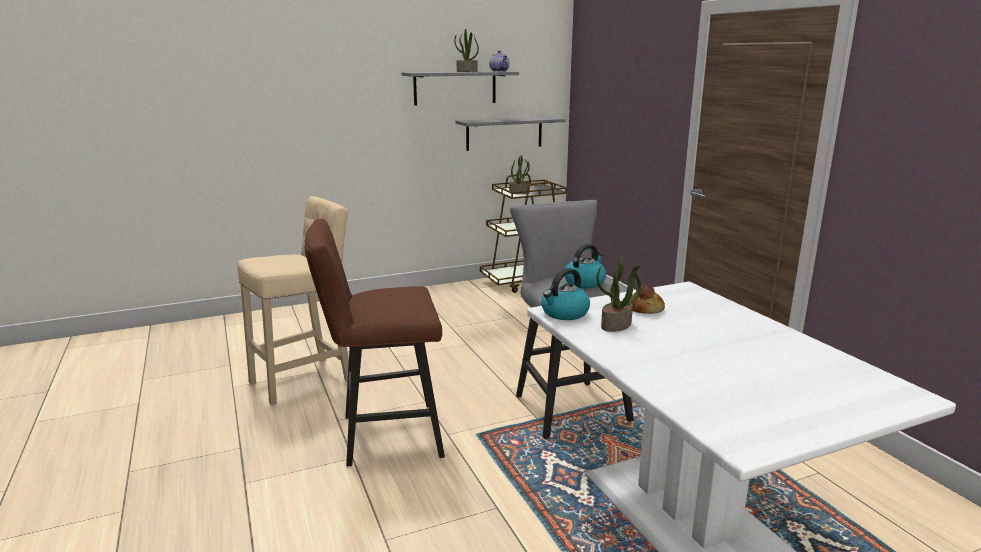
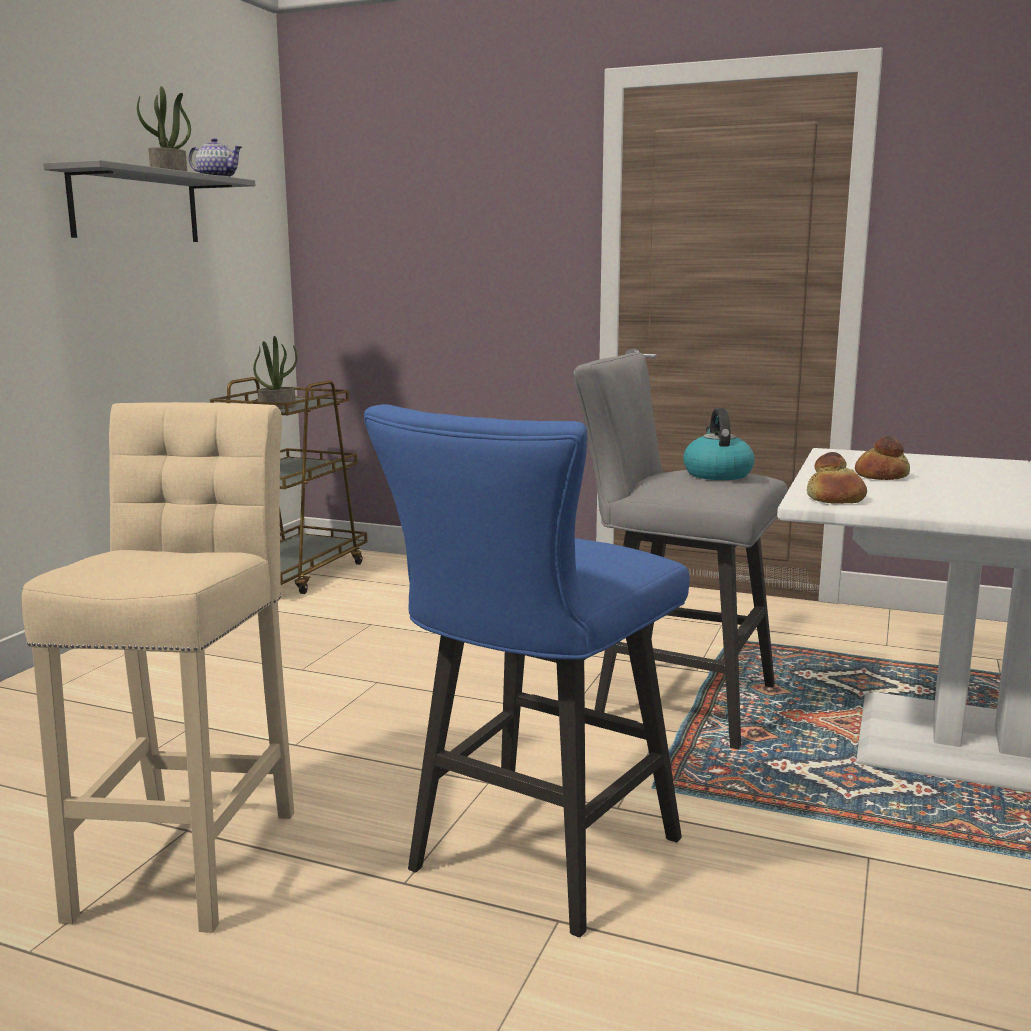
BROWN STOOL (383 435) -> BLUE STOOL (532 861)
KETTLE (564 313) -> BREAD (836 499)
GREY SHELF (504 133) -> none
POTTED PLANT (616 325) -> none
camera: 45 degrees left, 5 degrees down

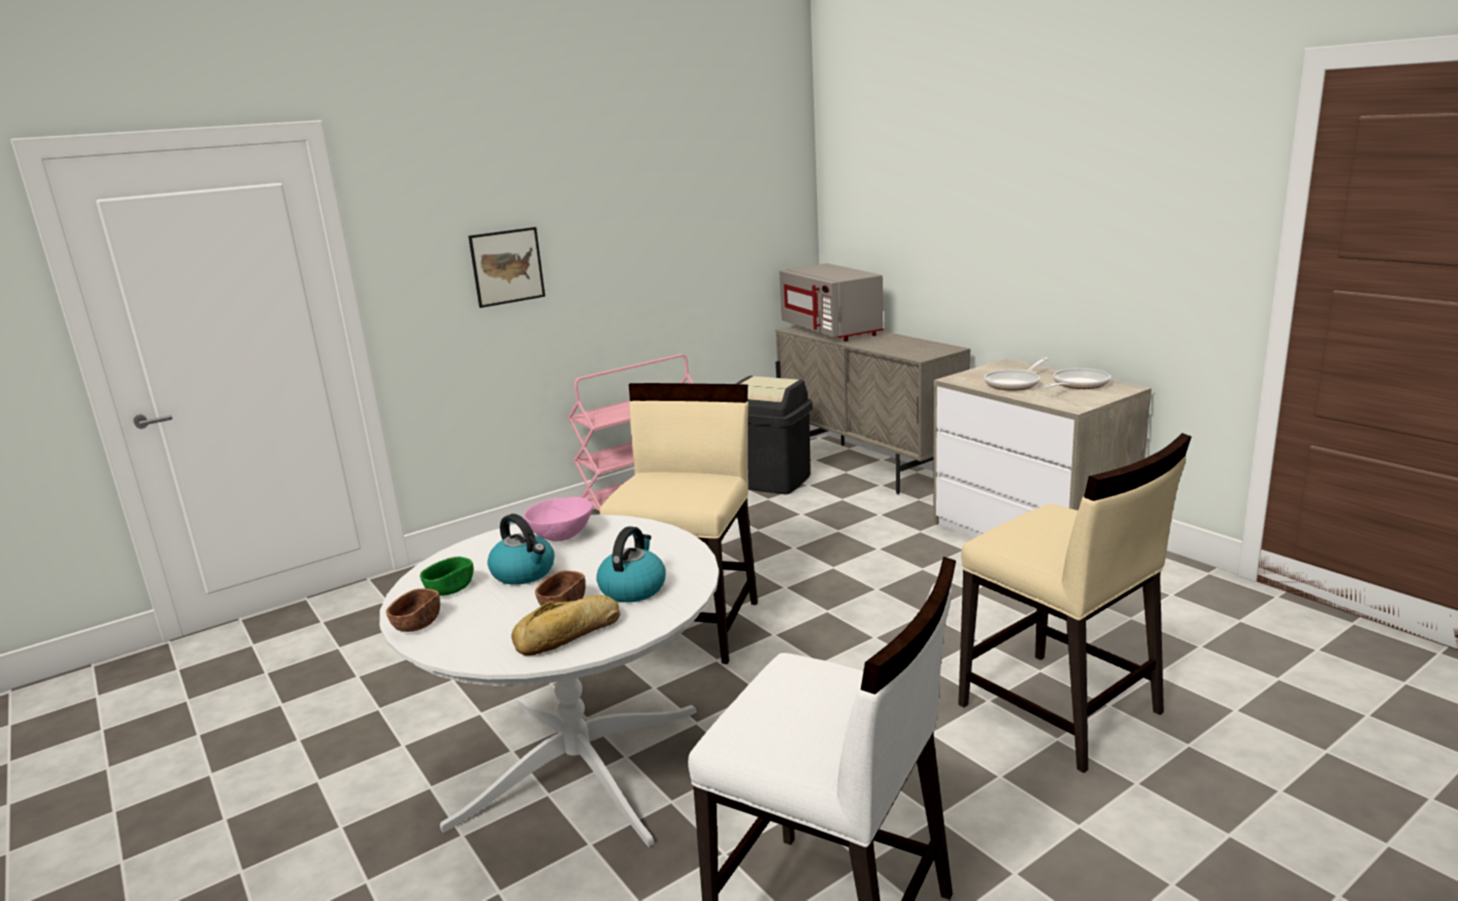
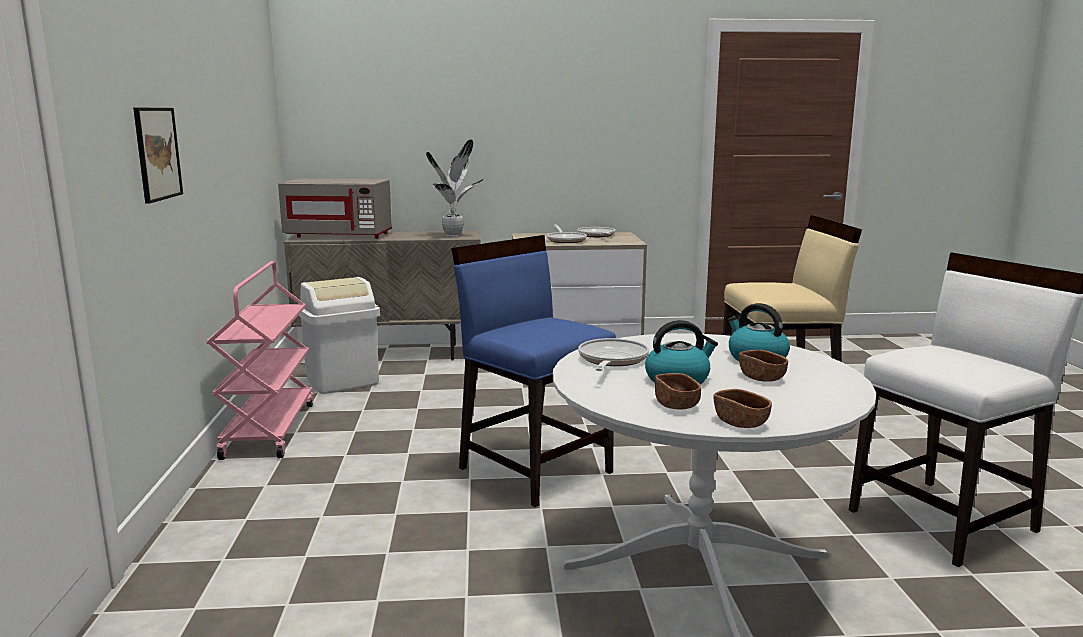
BLACK TRASH CAN (773 481) -> WHITE TRASH CAN (342 381)
none -> POTTED PLANT (454 235)
BEIGE CHAIR (691 626) -> BLUE CHAIR (535 469)
PINK BOWL (561 535) -> FRYING PAN (611 360)
GREEN BOWL (450 589) -> BROWN BOWL (676 404)
BREAD (570 634) -> none
camera: 60 degrees left, 5 degrees down

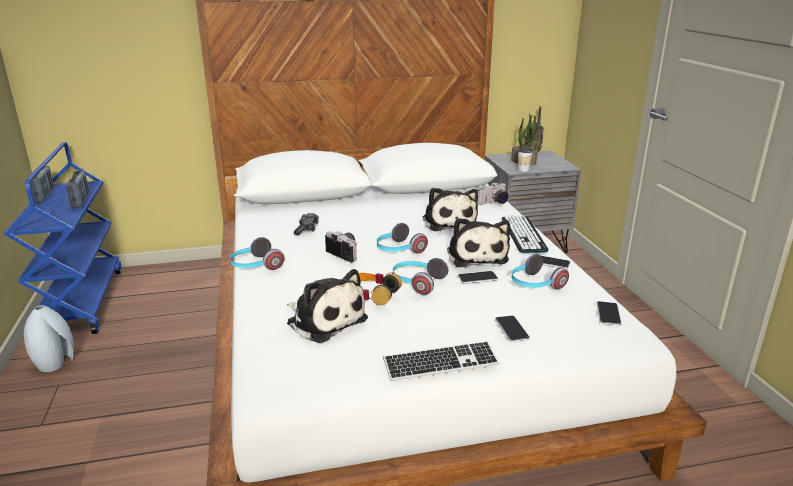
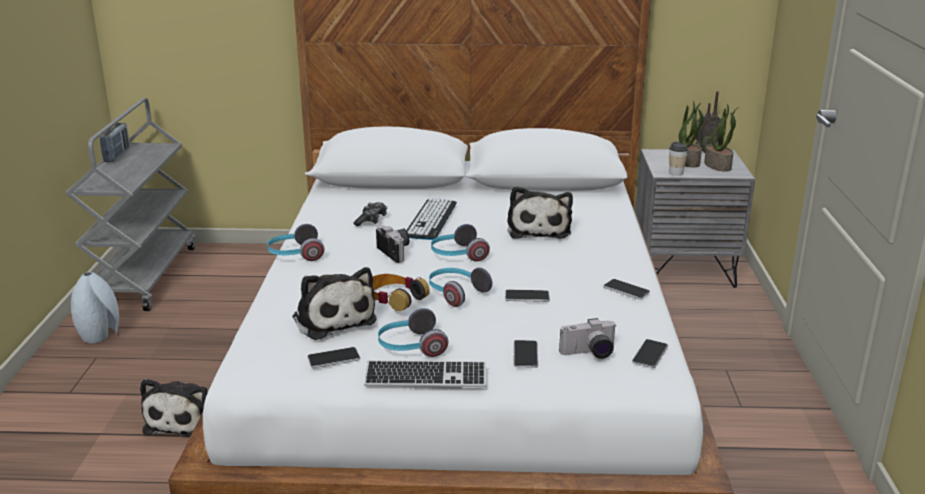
BLUE CART (81 302) -> GREY CART (144 276)
PLUSH TOY (476 255) -> PLUSH TOY (183 419), relocated
none -> PHONE (333 359)
HEADPHONES (534 285) -> HEADPHONES (410 347), relocated
KEYBOARD (523 234) -> KEYBOARD (431 220), relocated
PHOTO CAMERA (493 203) -> PHOTO CAMERA (589 354), relocated
none -> POTTED PLANT (718 166)
RADIO (80 201) -> none
camera: 15 degrees right, 0 degrees up

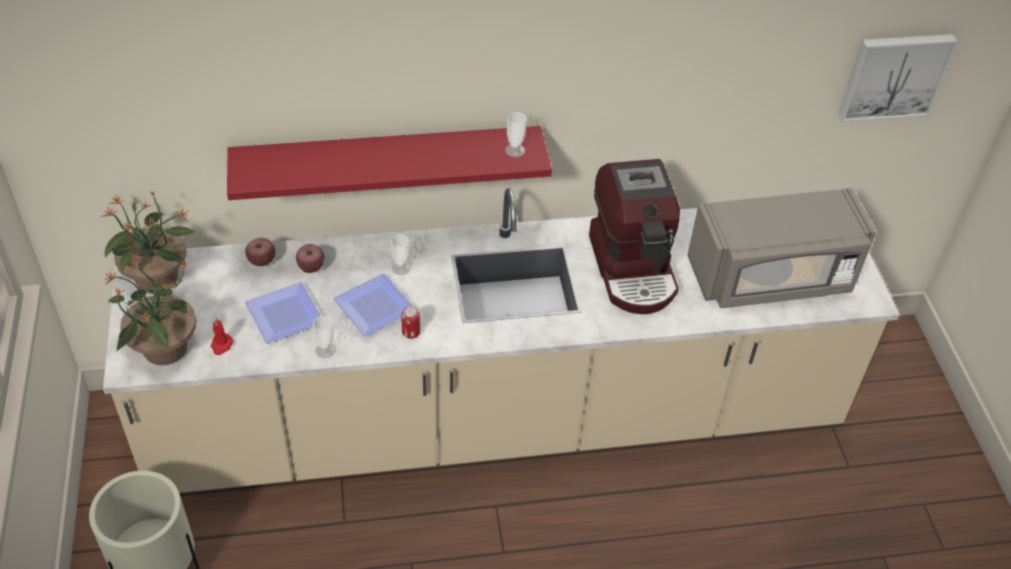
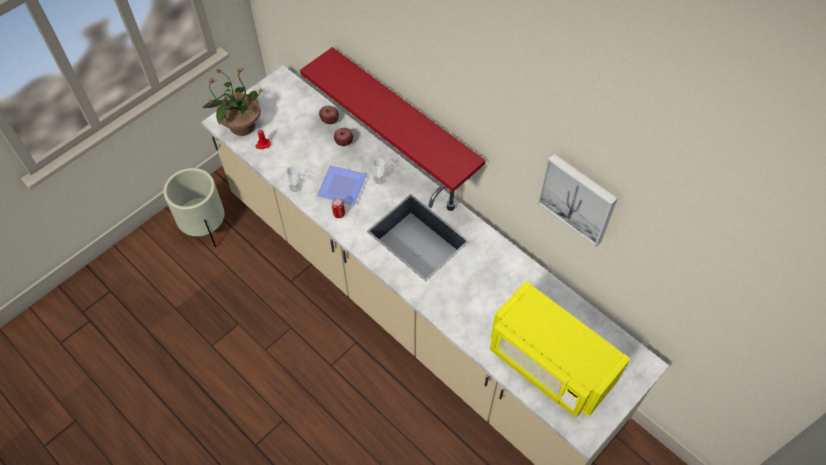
GREY MICROWAVE (772 277) -> YELLOW MICROWAVE (549 364)
PICTURE (894 75) -> PICTURE (578 198), relocated
POTTED PLANT (158 279) -> none
PLATE (283 317) -> none
CUP (515 150) -> none
COFFEE MACHINE (634 268) -> none
camera: 55 degrees right, 10 degrees up

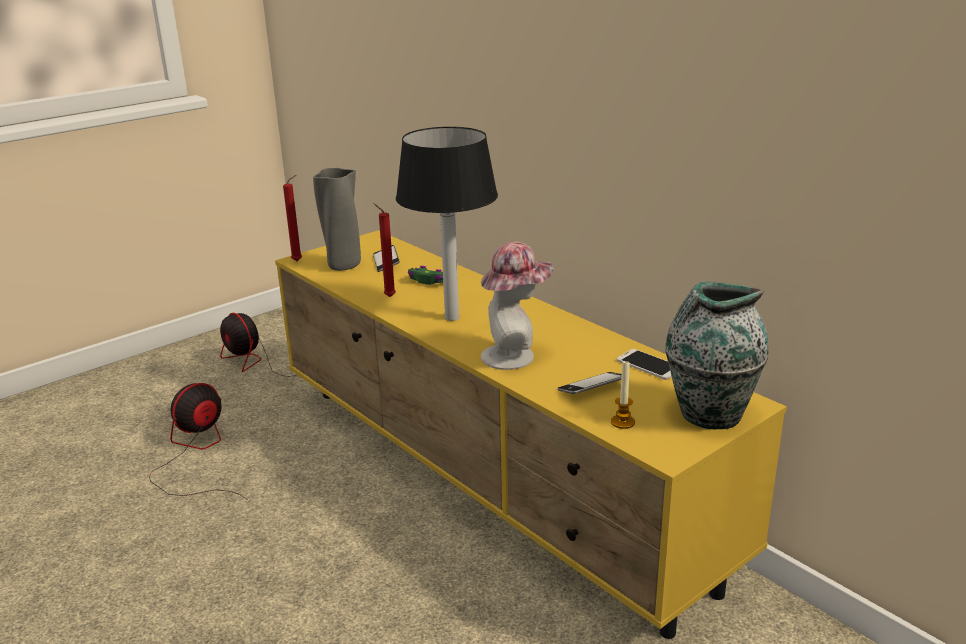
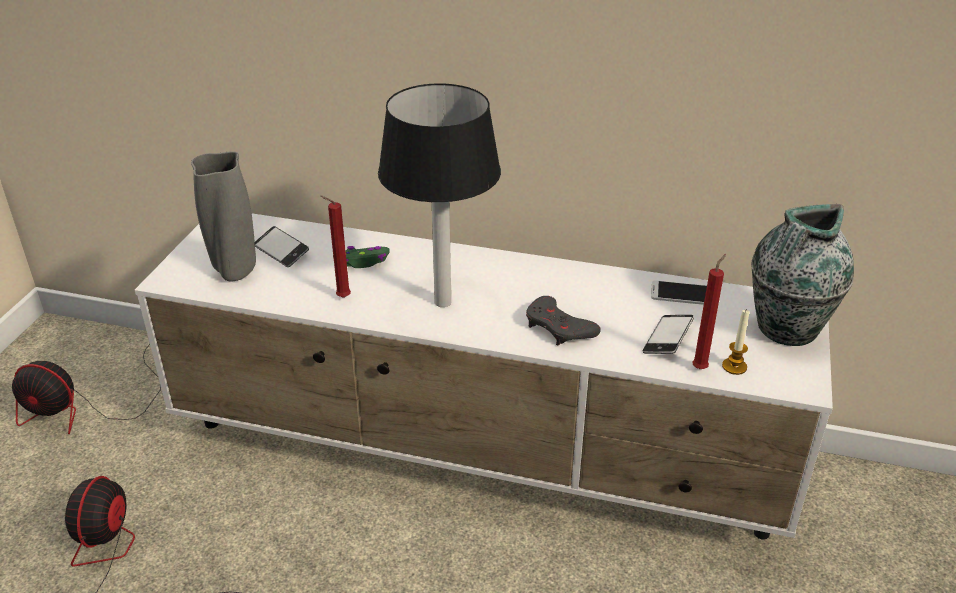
YELLOW TV STAND (489 480) -> WHITE TV STAND (481 453)
HAT (515 355) -> GREY GAME CONTROLLER (559 327)
RED CANDLE (298 261) -> RED CANDLE (701 367), relocated
camera: 35 degrees left, 10 degrees up

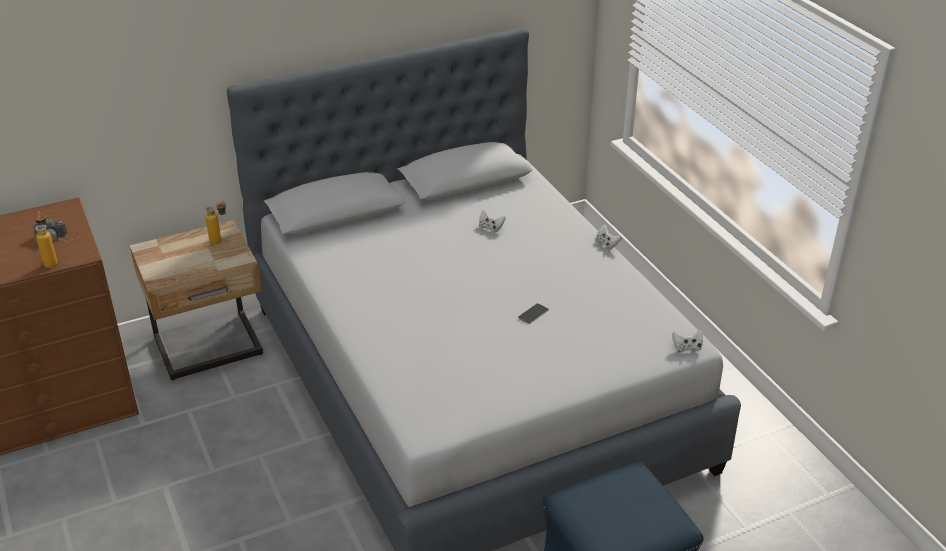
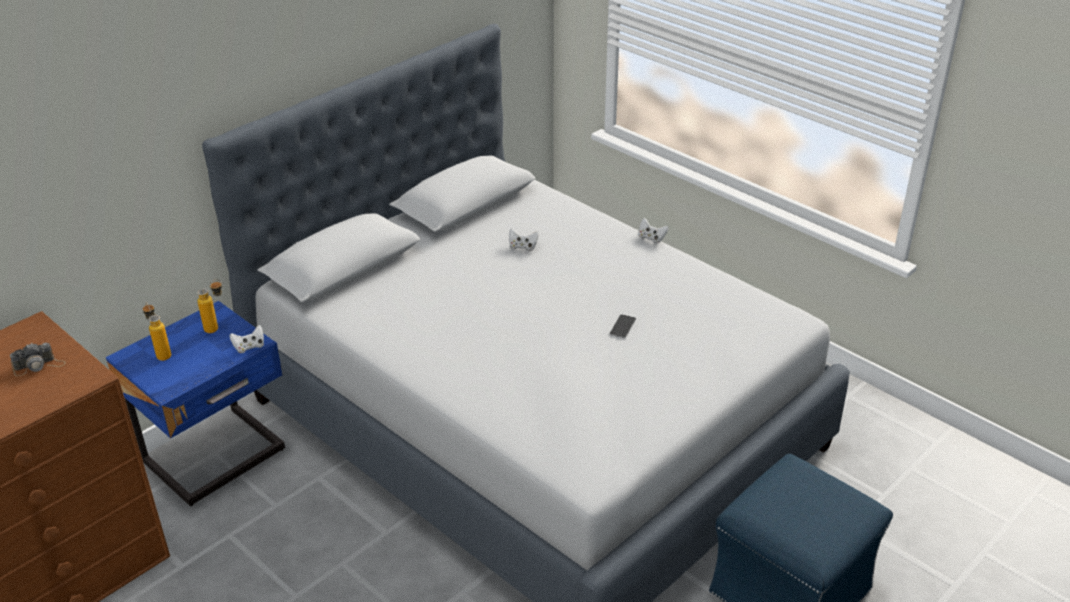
BEIGE NIGHTSTAND (210 348) -> BLUE NIGHTSTAND (217 458)
BOTTLE (50 261) -> BOTTLE (161 353), relocated
WHITE GAME CONTROLLER (687 348) -> WHITE GAME CONTROLLER (249 347), relocated
camera: 20 degrees left, 0 degrees up

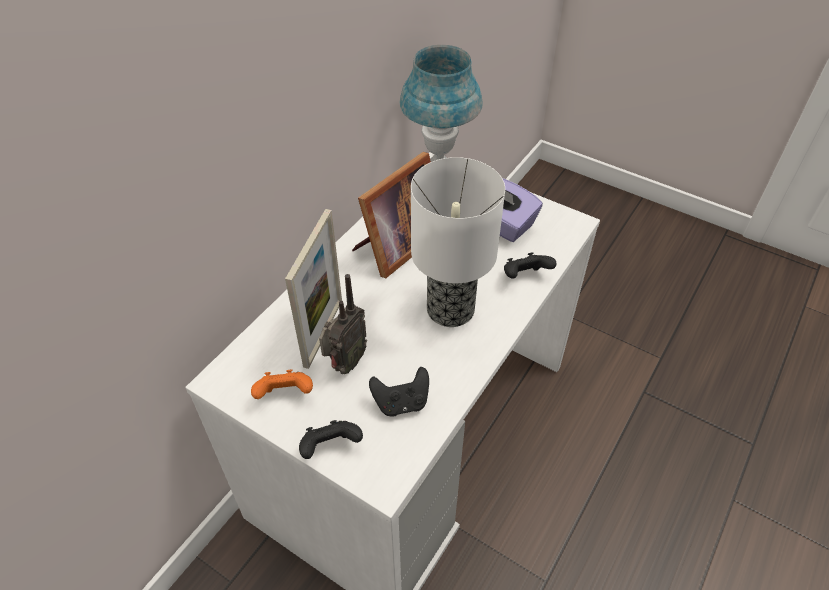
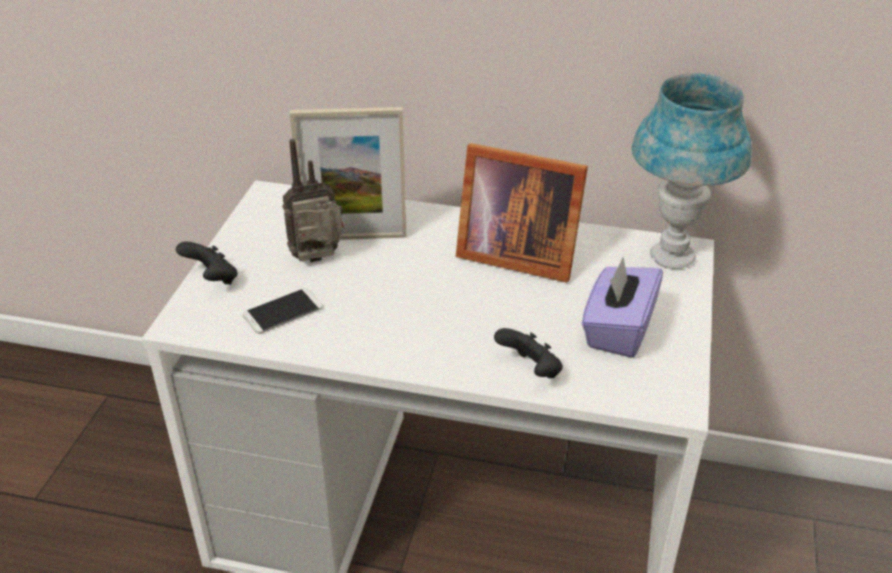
BLACK GAME CONTROLLER (401 402) -> PHONE (283 312)
RADIO (345 364) -> RADIO (319 261), 150 degrees clockwise
ORANGE GAME CONTROLLER (285 395) -> none
TABLE LAMP (449 310) -> none
camera: 70 degrees right, 10 degrees down

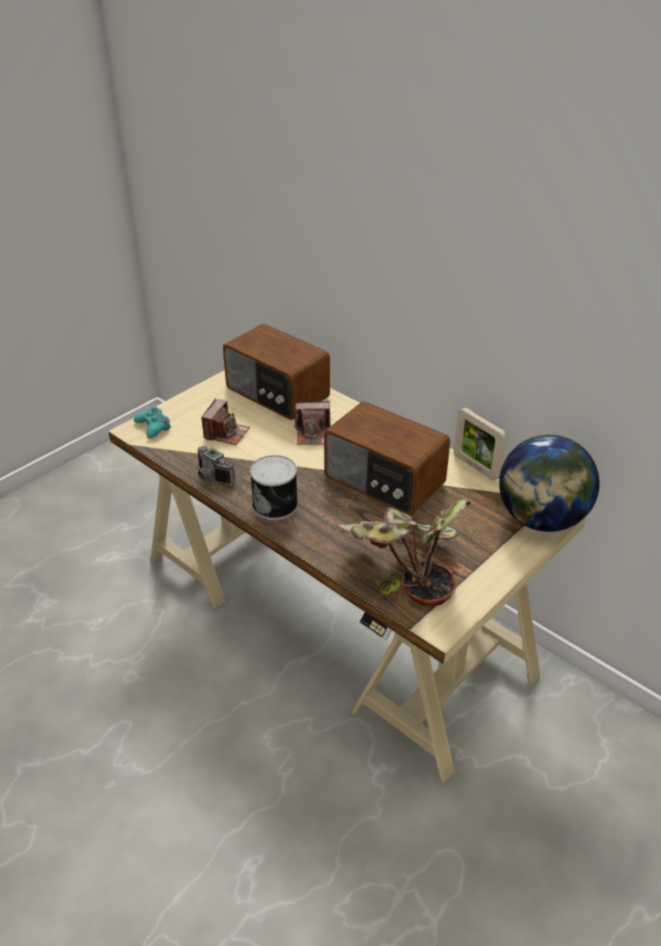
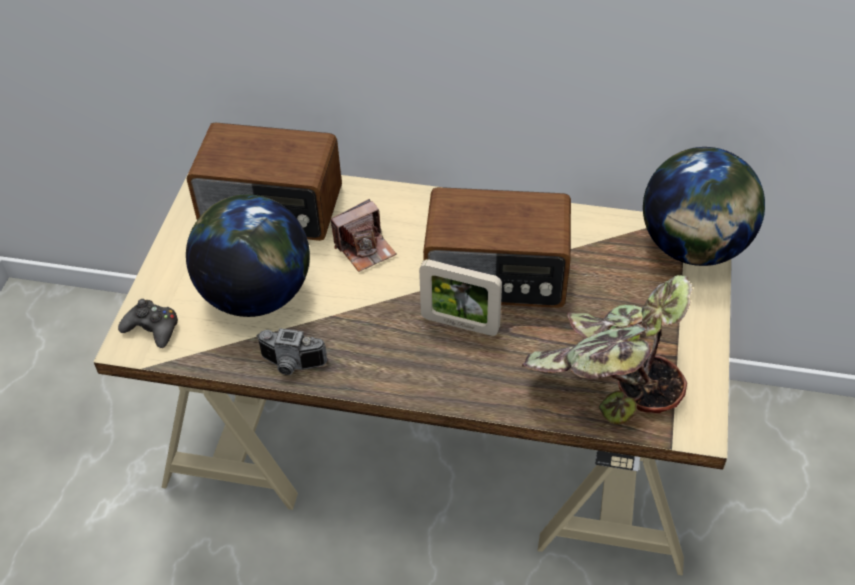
TURQUOISE GAME CONTROLLER (154 427) -> BLACK GAME CONTROLLER (152 328)
PHOTO CAMERA (226 433) -> GLOBE (256 295)
PICTURE FRAME (475 467) -> PICTURE FRAME (460 324), relocated
CAN (276 504) -> none
camera: 30 degrees left, 10 degrees up

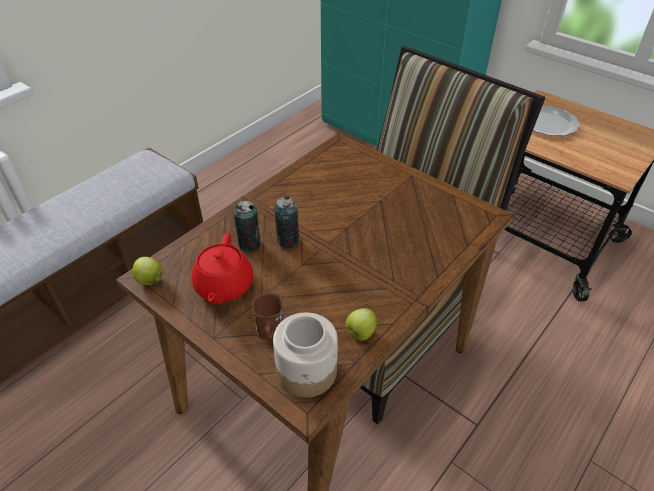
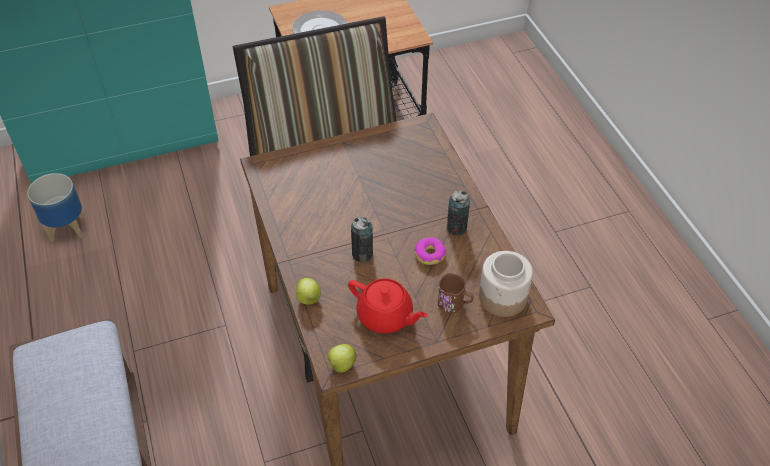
none -> PLANTER (67 228)
APPLE (360 333) -> APPLE (309 299), relocated
none -> DONUT (430 254)
CAN (249 244) -> CAN (456 228), relocated
camera: 60 degrees left, 5 degrees up

